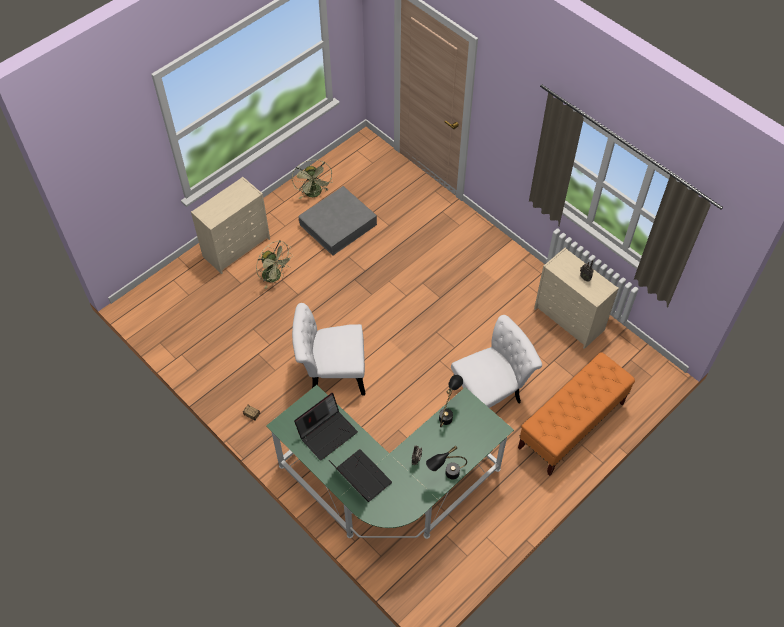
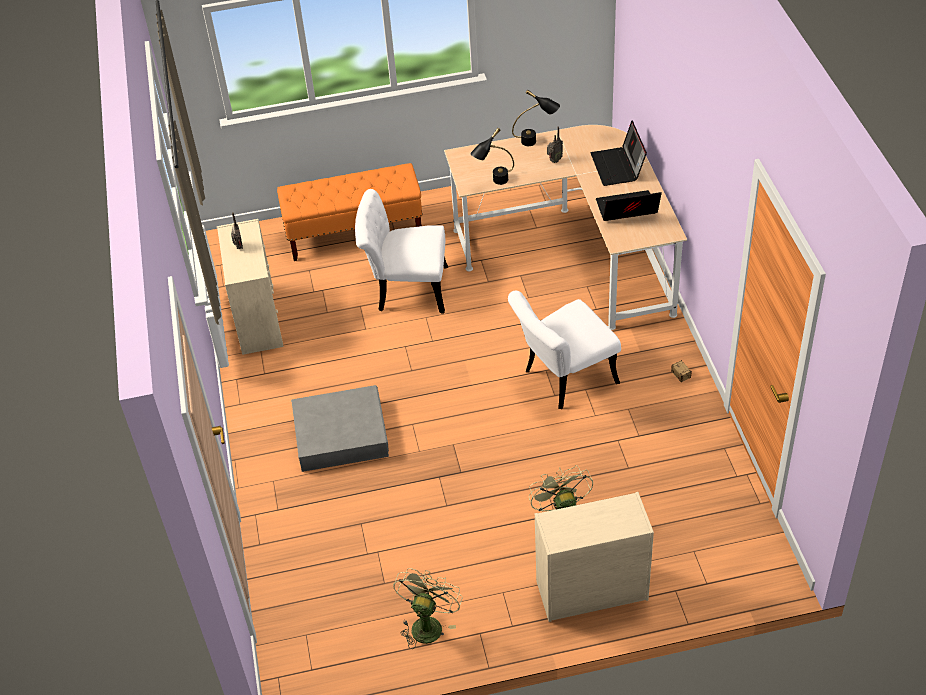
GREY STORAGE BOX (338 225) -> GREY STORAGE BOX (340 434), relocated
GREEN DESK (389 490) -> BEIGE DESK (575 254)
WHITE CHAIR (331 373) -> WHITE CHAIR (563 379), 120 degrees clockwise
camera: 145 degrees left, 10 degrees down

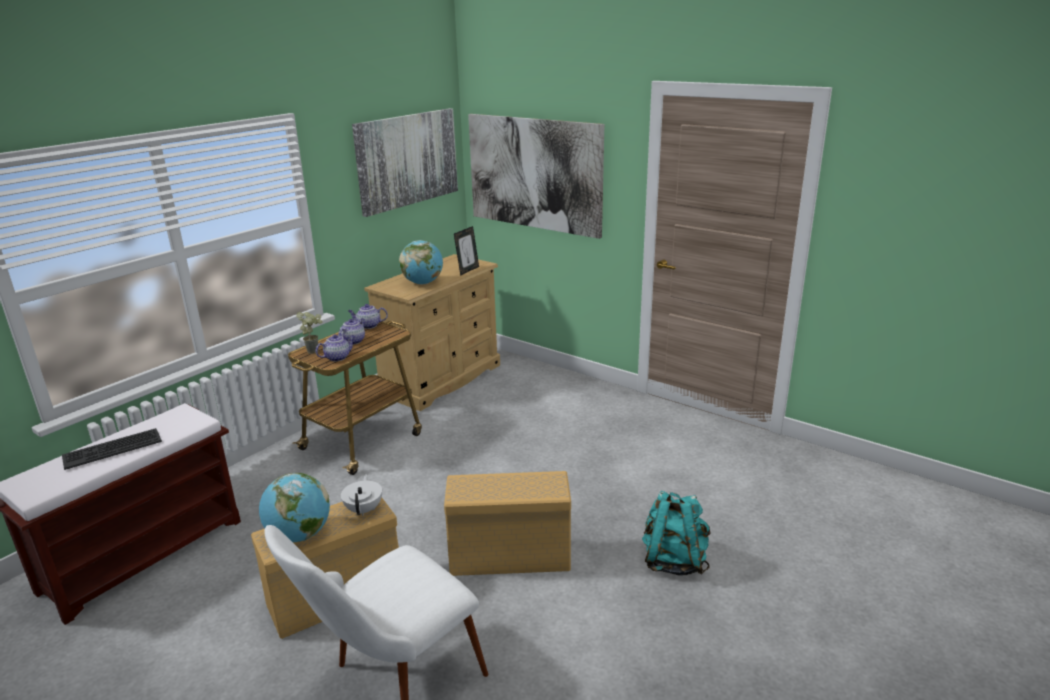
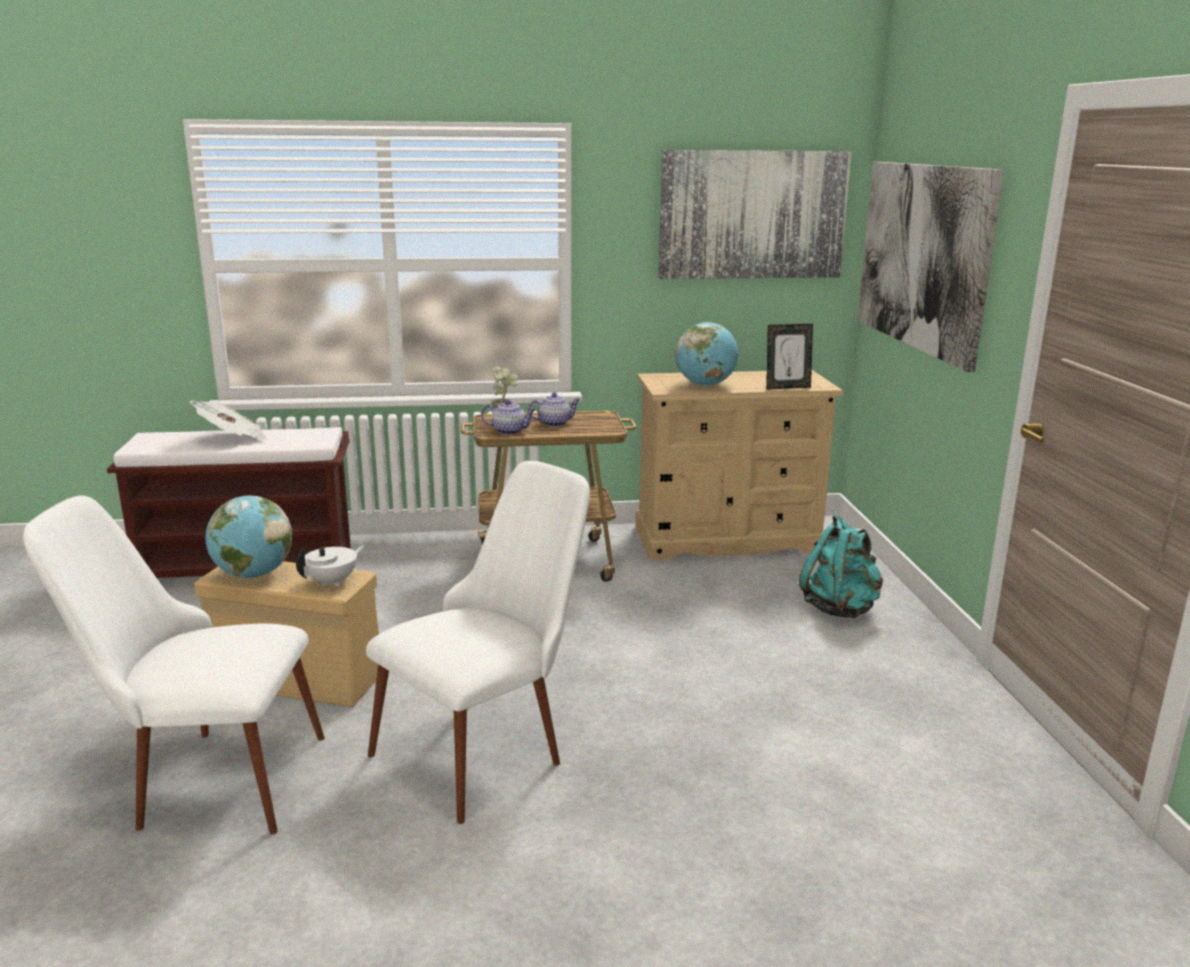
KEYBOARD (112 449) -> NEWSPAPER (233 438)
BEIGE STORAGE BOX (512 556) -> WHITE CHAIR (488 745)
TURQUOISE BACKPACK (673 561) -> TURQUOISE BACKPACK (840 609), relocated
TEAPOT (368 326) -> none
camera: 45 degrees right, 5 degrees down

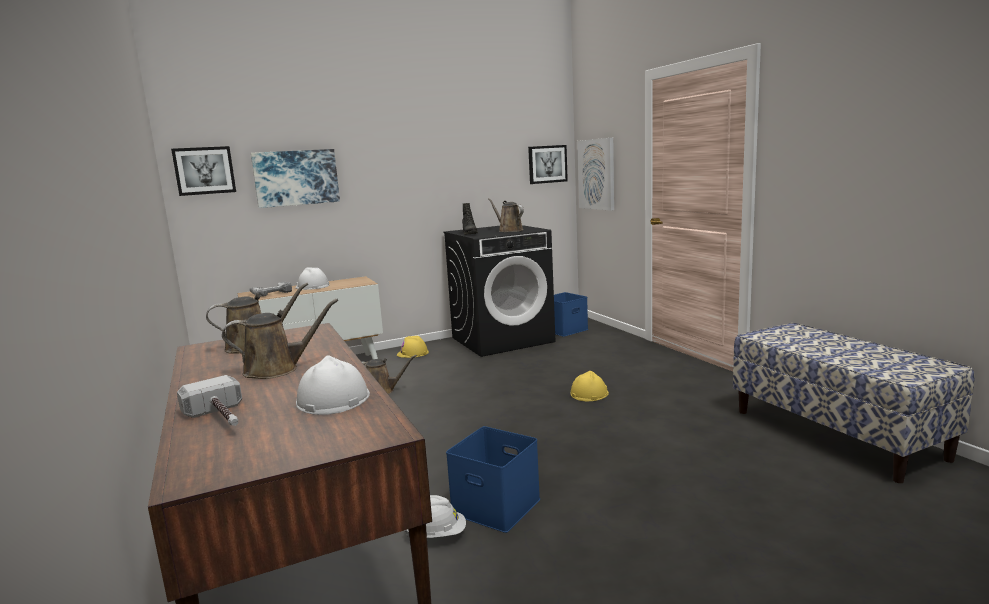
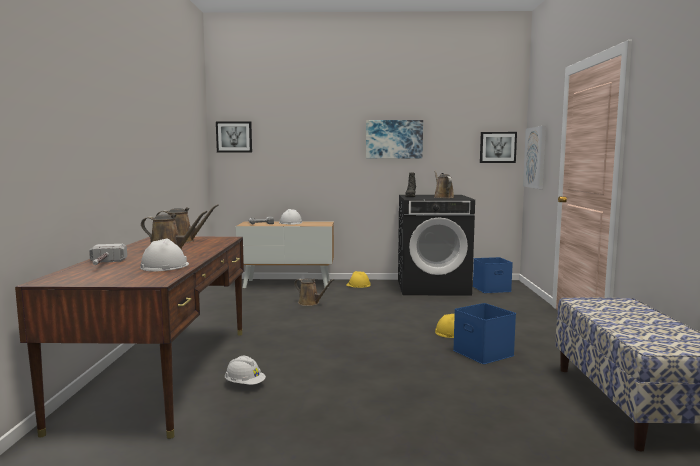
PICTURE (296 178) -> PICTURE (394 139), relocated
BLUE STORAGE BOX (494 506) -> BLUE STORAGE BOX (481 353), relocated
camera: 25 degrees right, 5 degrees down

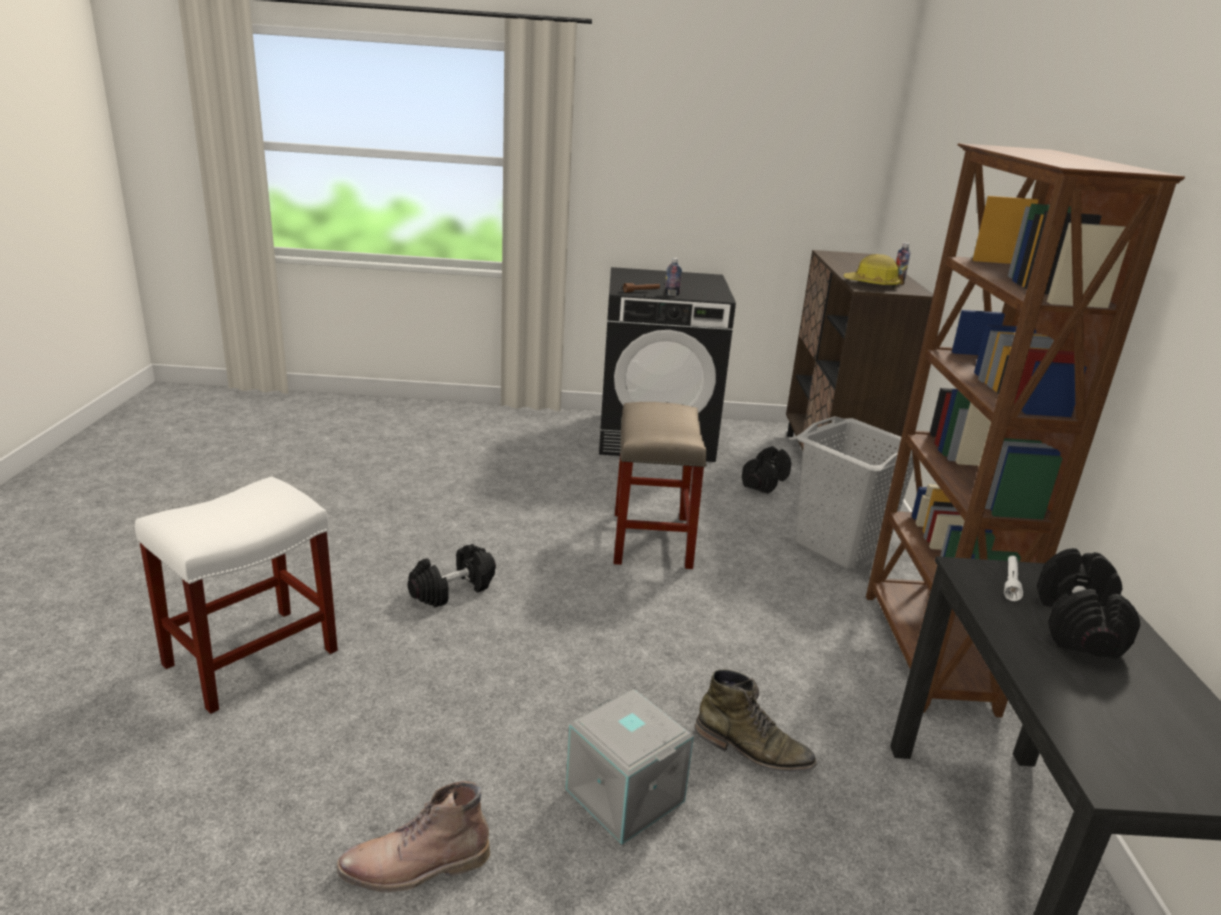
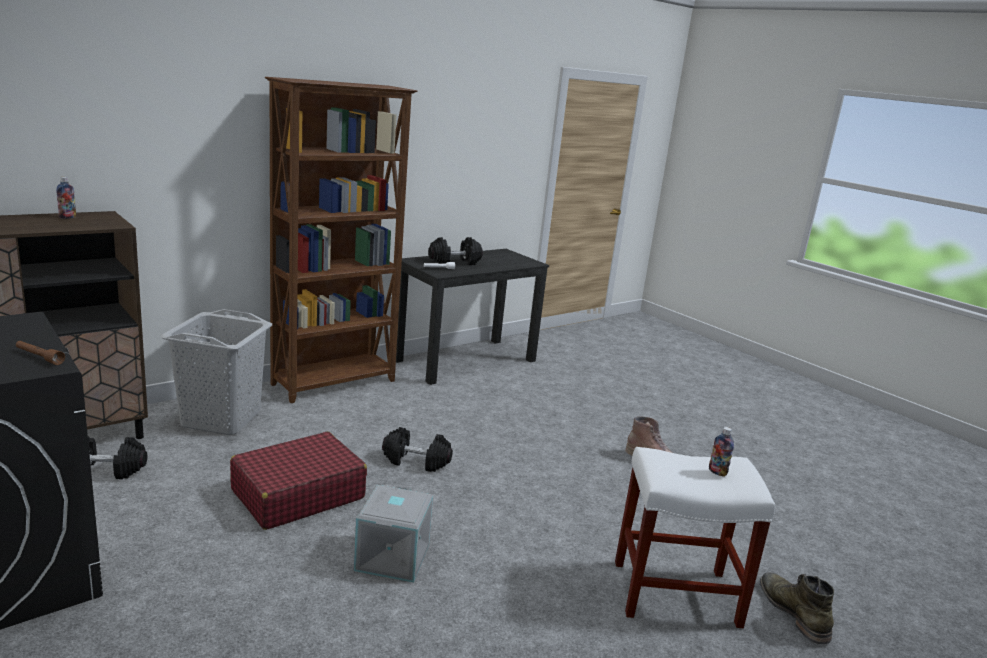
BEIGE STOOL (651 539) -> RED SUITCASE (297 494)
GREY STORAGE BOX (623 795) -> GREY STORAGE BOX (393 558), relocated
BLACK DUMBBELL (452 589) -> BLACK DUMBBELL (416 461), relocated
BOTTLE (671 295) -> BOTTLE (717 472), relocated
GREEN BOOT (753 750) -> GREEN BOOT (793 612), relocated
HARD HAT (871 284) -> none
camera: 130 degrees left, 5 degrees down

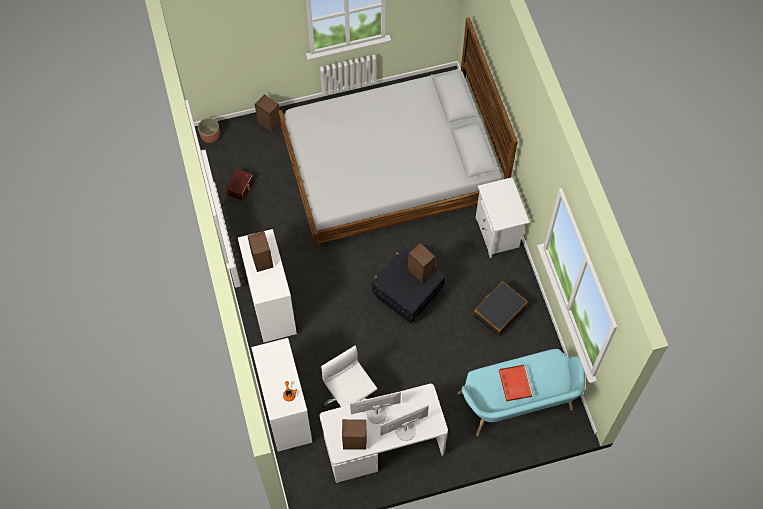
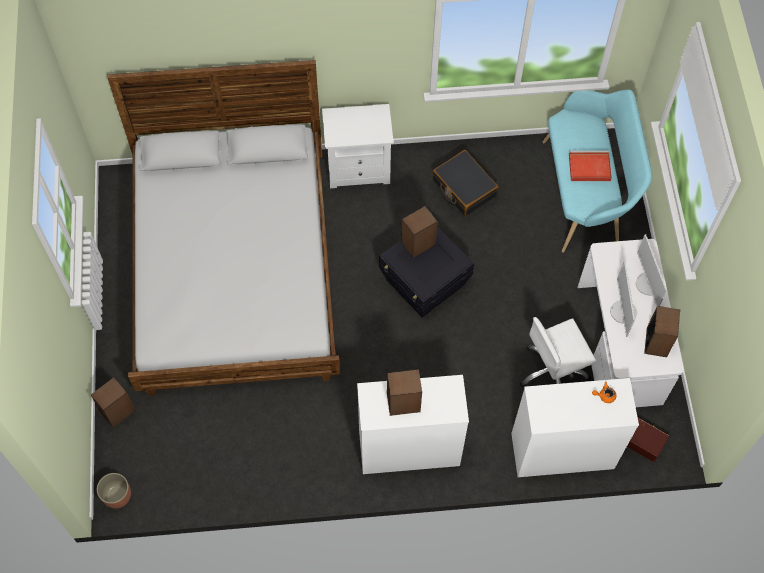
BROWN STORAGE BOX (241 187) -> BROWN STORAGE BOX (644 441), relocated
camera: 80 degrees left, 0 degrees up

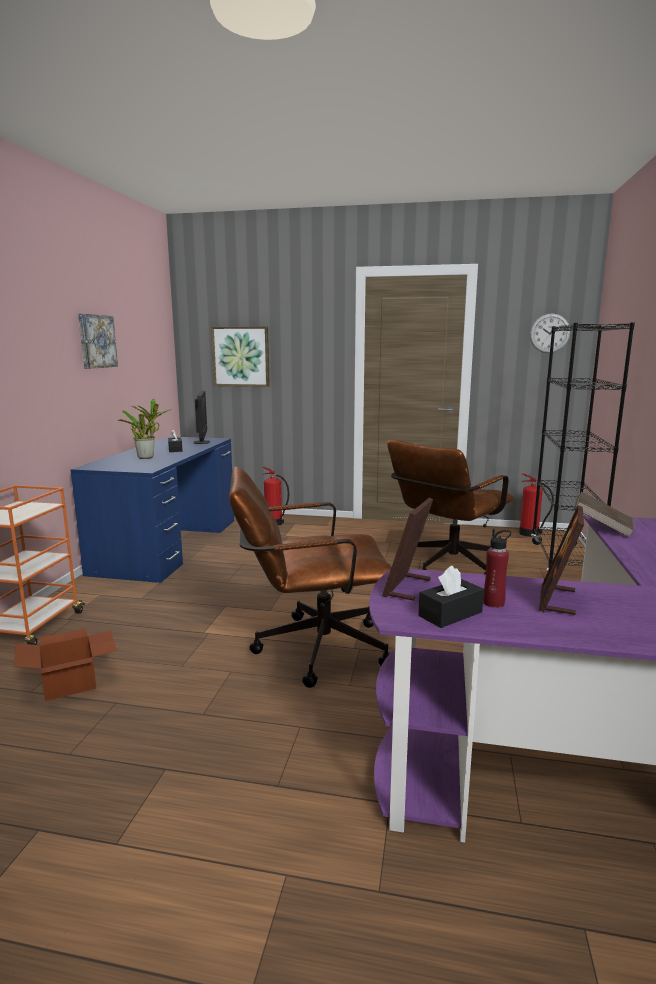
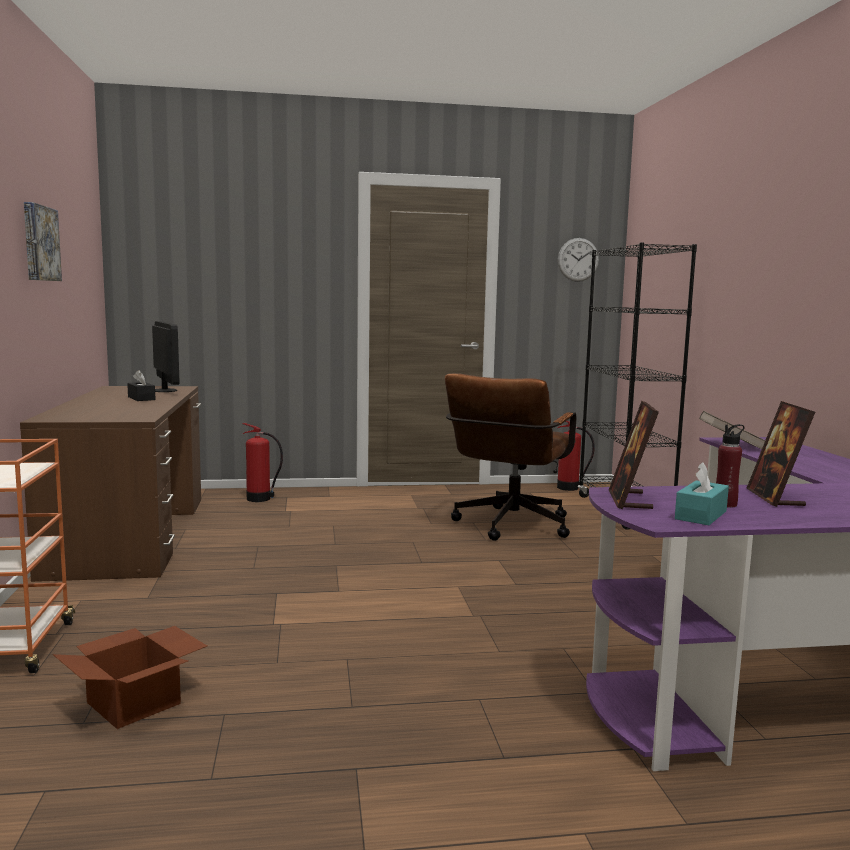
BLUE DESK (169 544) -> BROWN DESK (132 533)
BLACK TISSUE BOX (450 614) -> TURQUOISE TISSUE BOX (701 515)
POTTED PLANT (147 457) -> none
PICTURE (241 356) -> none
BROWN OFFICE CHAIR (309 649) -> none
camera: 20 degrees left, 5 degrees down

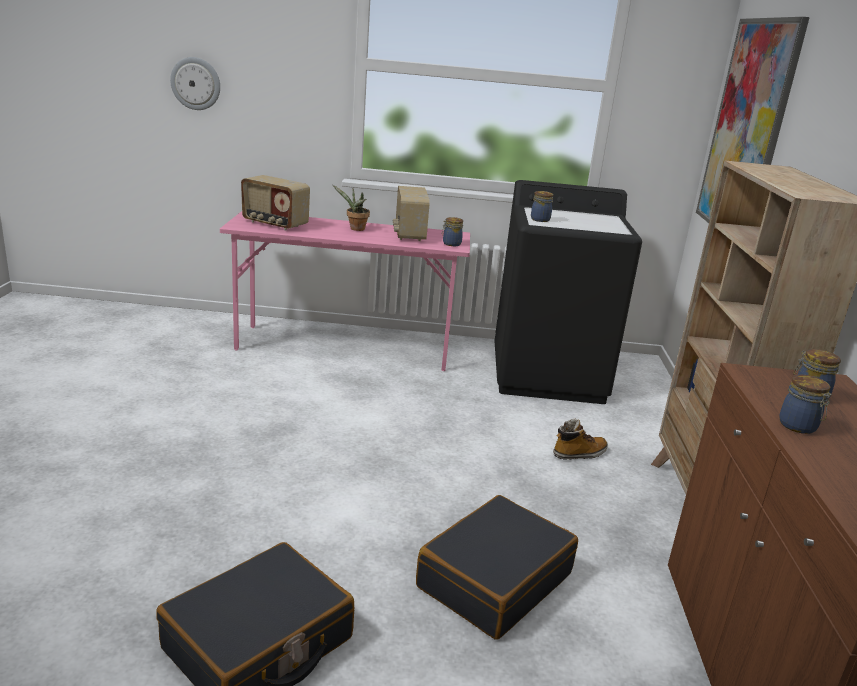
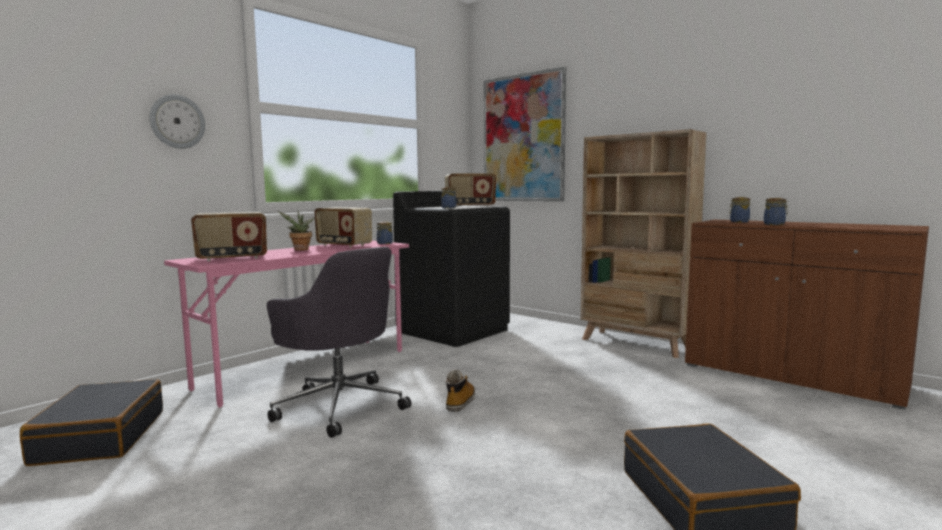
BLACK SUITCASE (494 580) -> BLACK SUITCASE (100 437), relocated
WALL CLOCK (196 83) -> WALL CLOCK (177 121), relocated
none -> GREY OFFICE CHAIR (340 406)
none -> RADIO (470 206)
BOOT (579 454) -> BOOT (460 402), relocated
camera: 50 degrees left, 15 degrees down

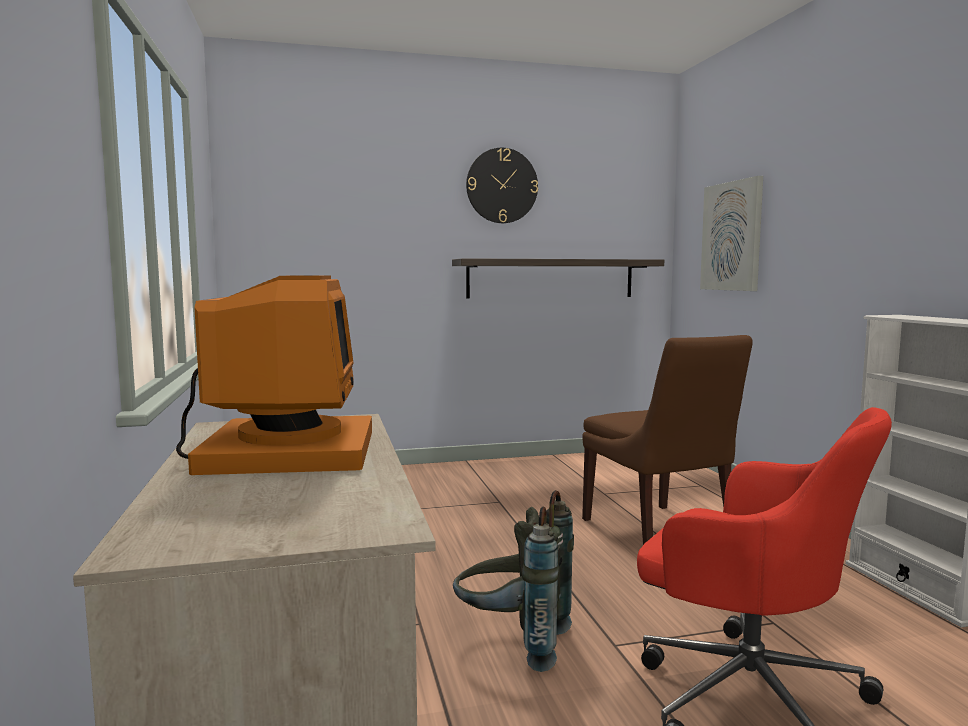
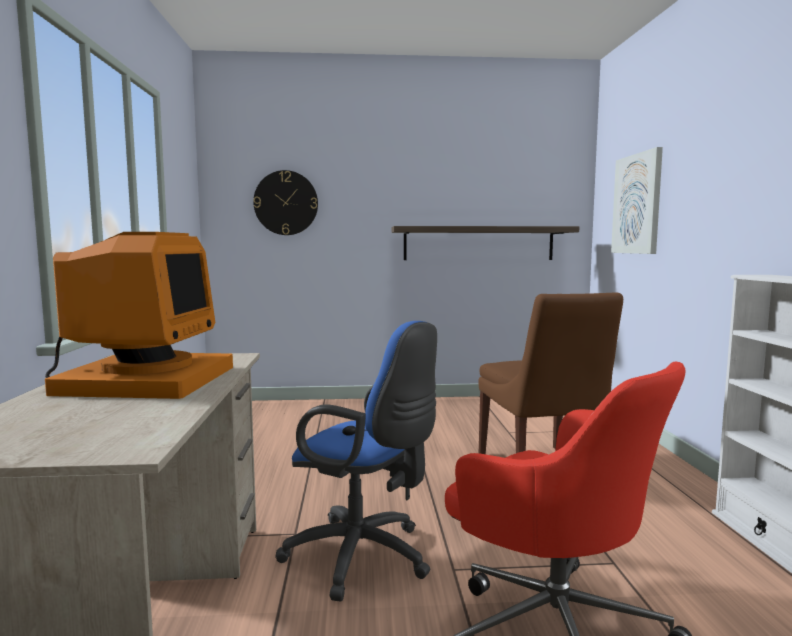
WALL CLOCK (502 186) -> WALL CLOCK (286 203), relocated
GREY BACKPACK (513 643) -> BLUE OFFICE CHAIR (364 558)
camera: 10 degrees right, 0 degrees up

